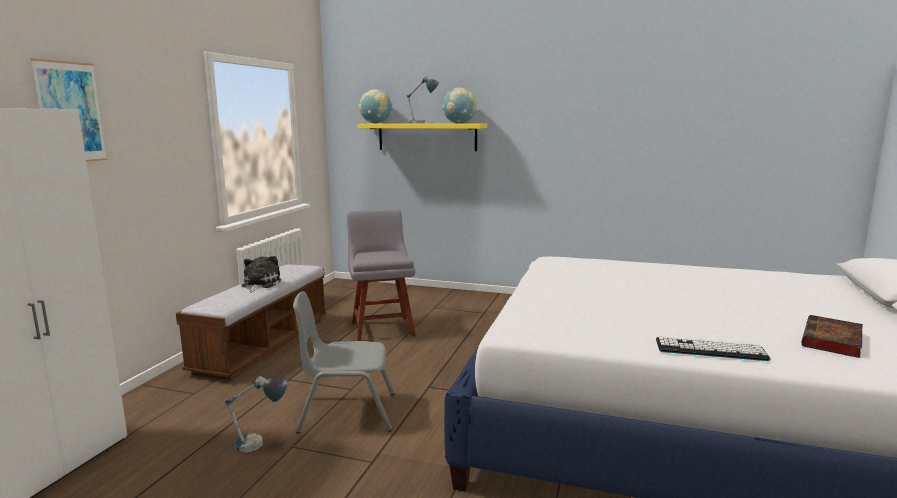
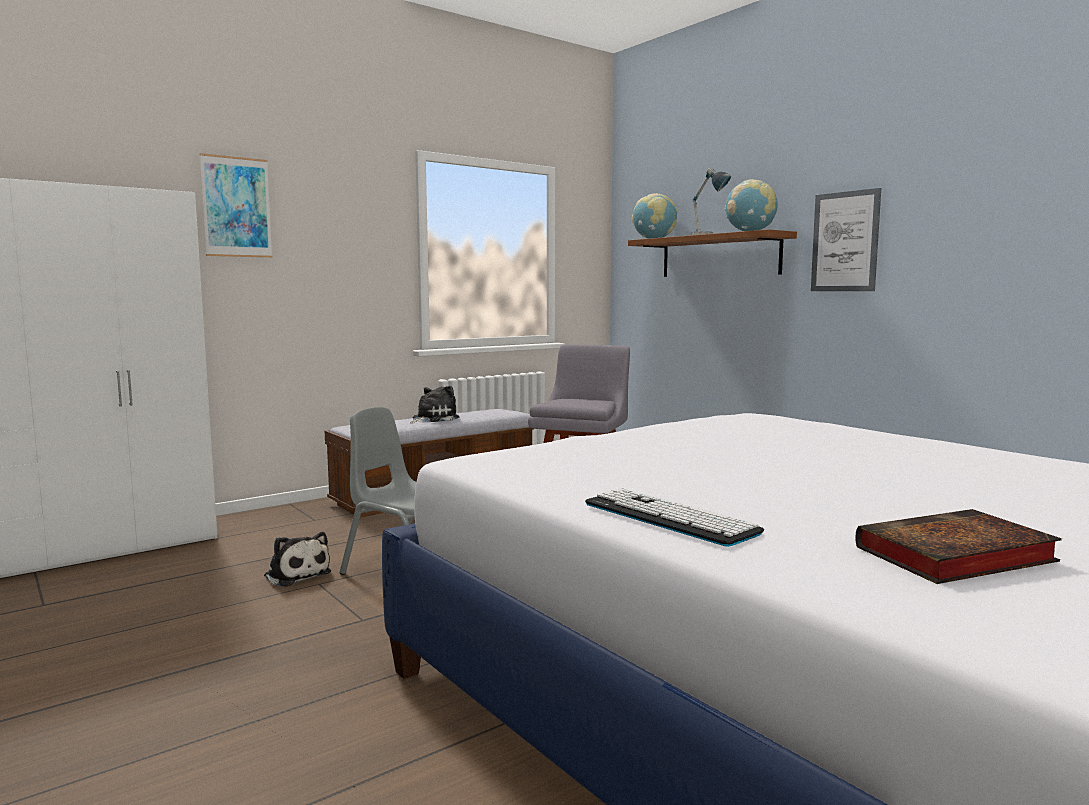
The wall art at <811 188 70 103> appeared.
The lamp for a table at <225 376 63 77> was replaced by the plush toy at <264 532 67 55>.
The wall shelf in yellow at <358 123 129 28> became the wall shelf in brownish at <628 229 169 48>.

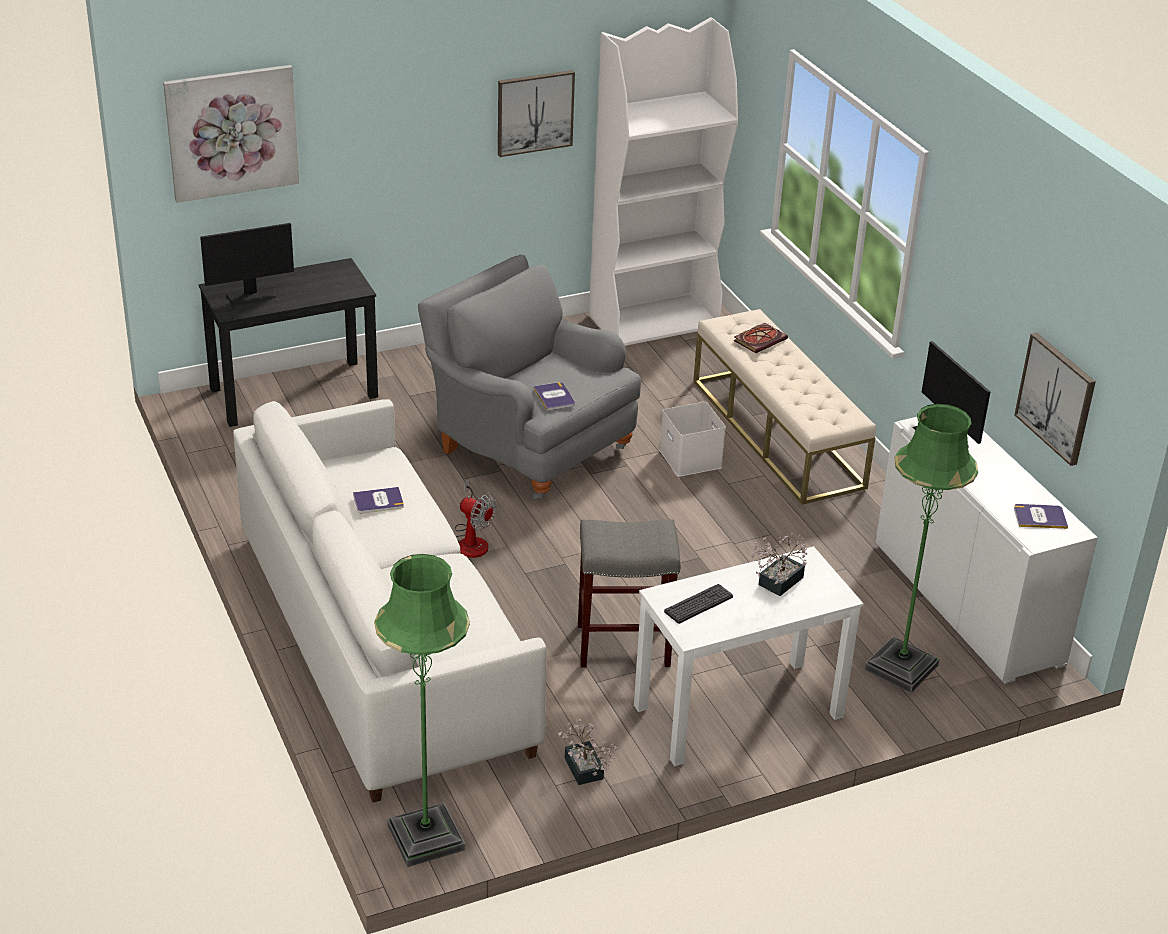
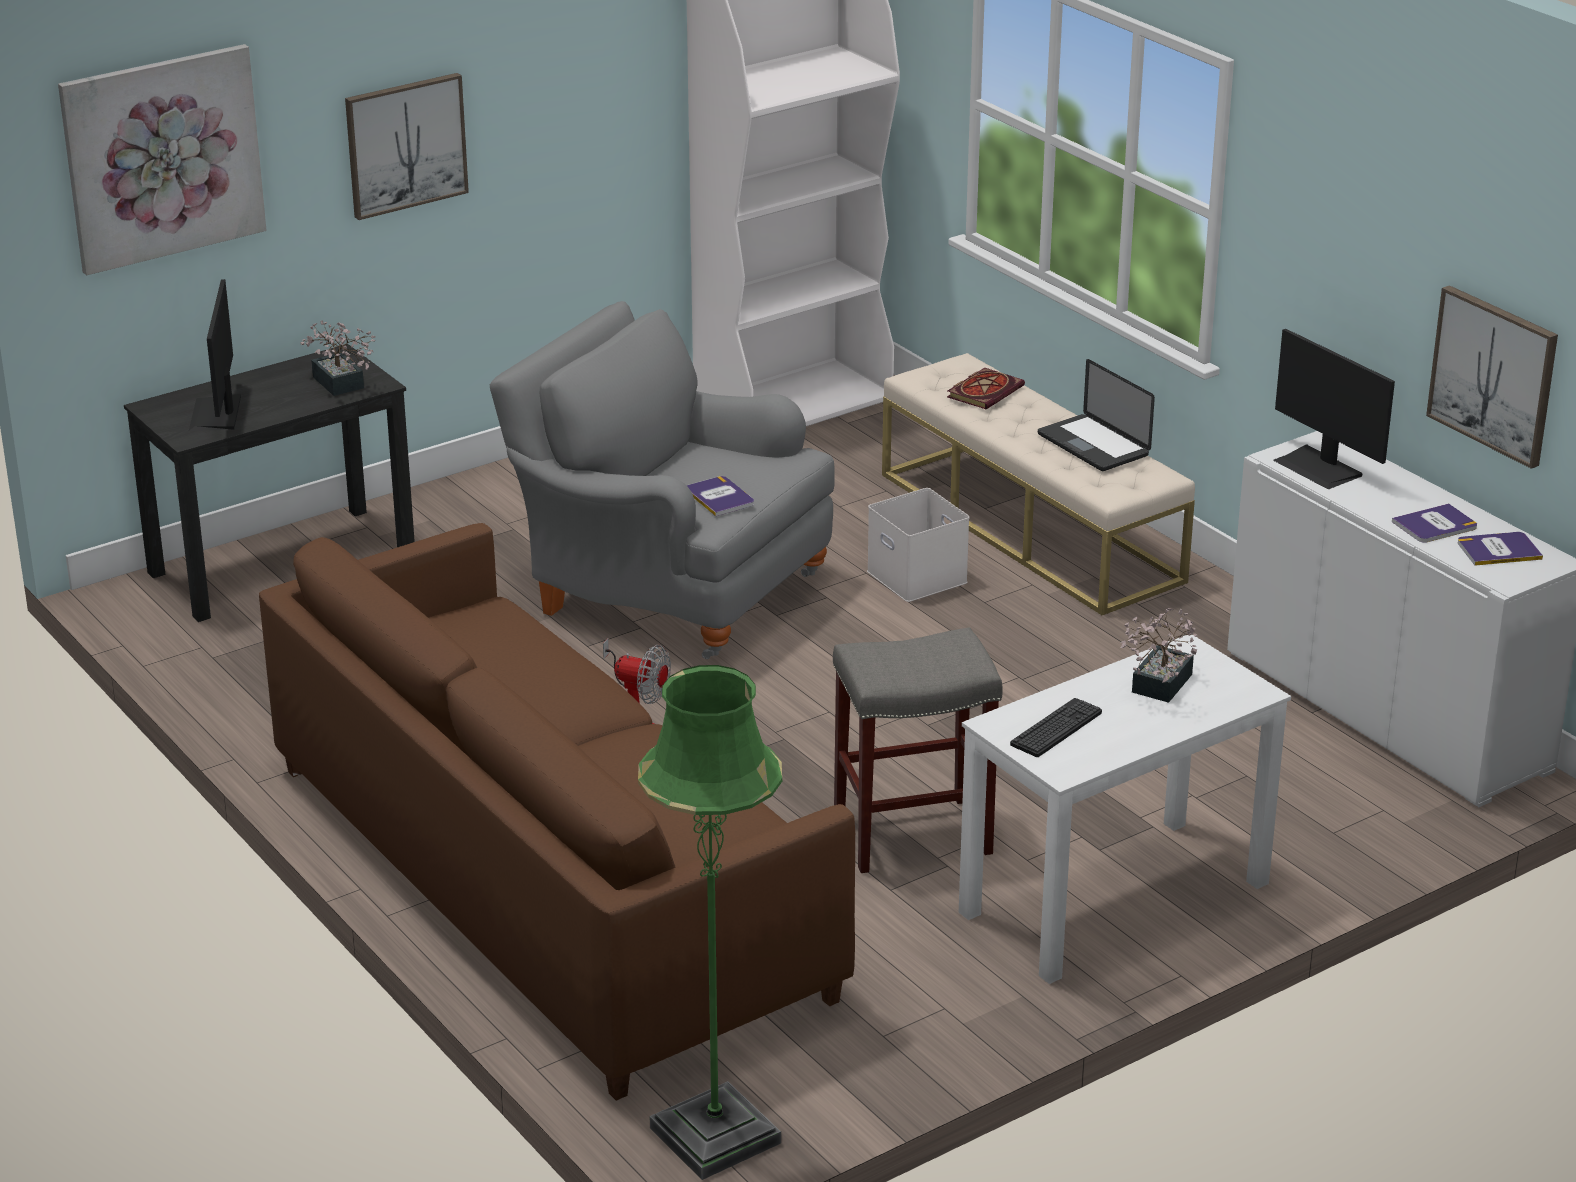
The floor lamp in green-coloured at <864 404 114 289> disappeared.
The notebook computer at <1038 359 117 112> appeared.
The book moved from <353 487 51 26> to <1392 504 85 39>.
The wall art moved from <498 70 77 87> to <345 73 124 147>.
The plant in a pot moved from <558 719 60 66> to <300 321 76 75>.
The sofa in whitish at <233 399 314 404> became the sofa in brownish at <259 523 596 578>.
The computer screen at <200 223 94 87> turned 120 degrees clockwise.

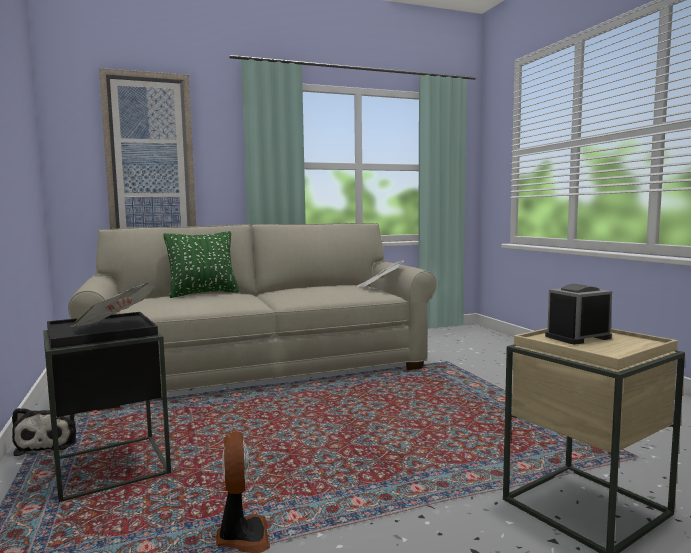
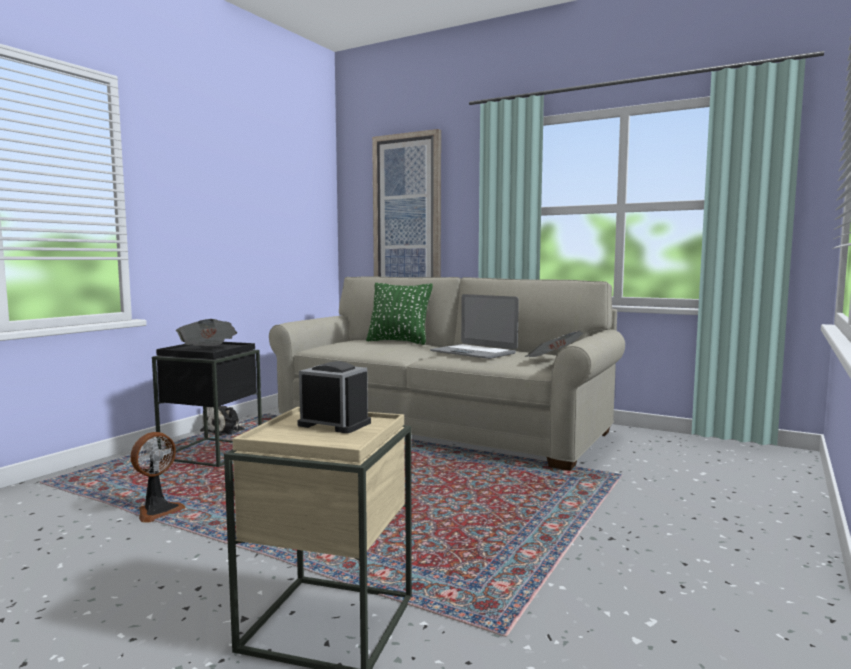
The notebook computer at <430 294 89 65> appeared.

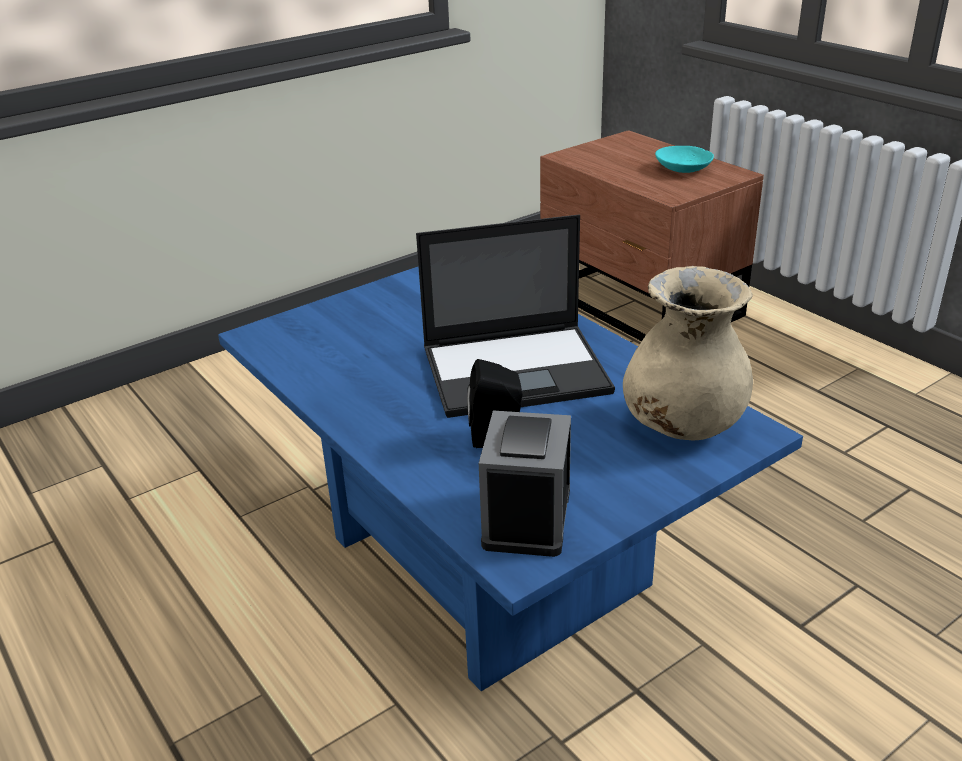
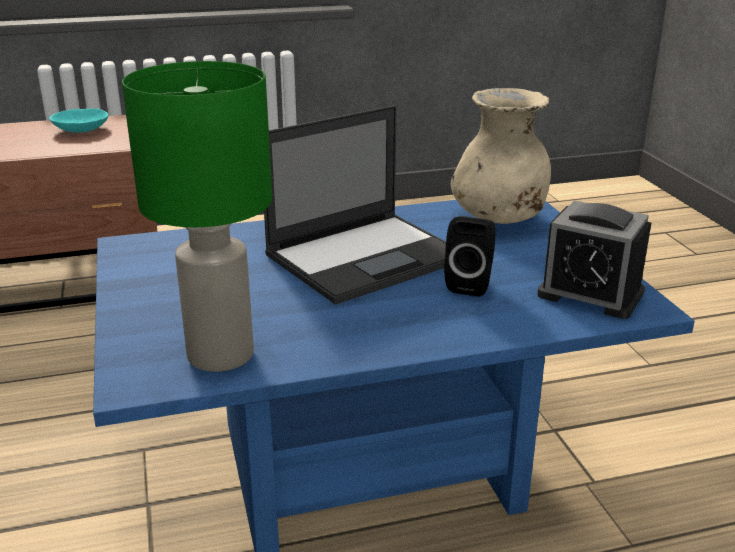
The lamp for a table in green-coloured at <122 61 150 311> appeared.
The notebook computer at <416 214 199 204> turned 45 degrees clockwise.

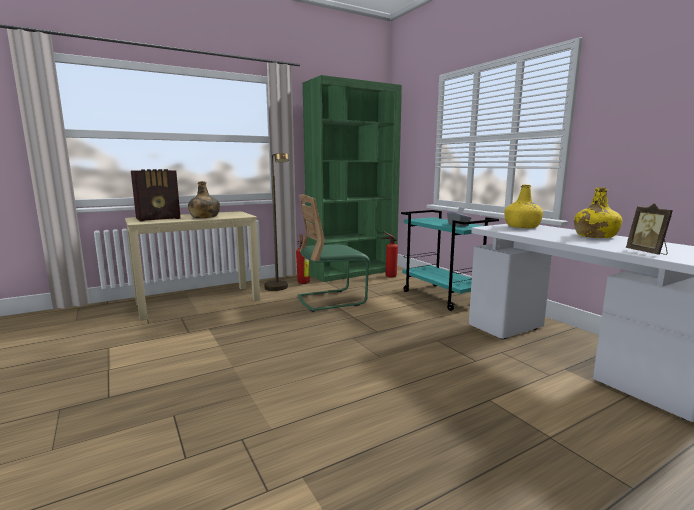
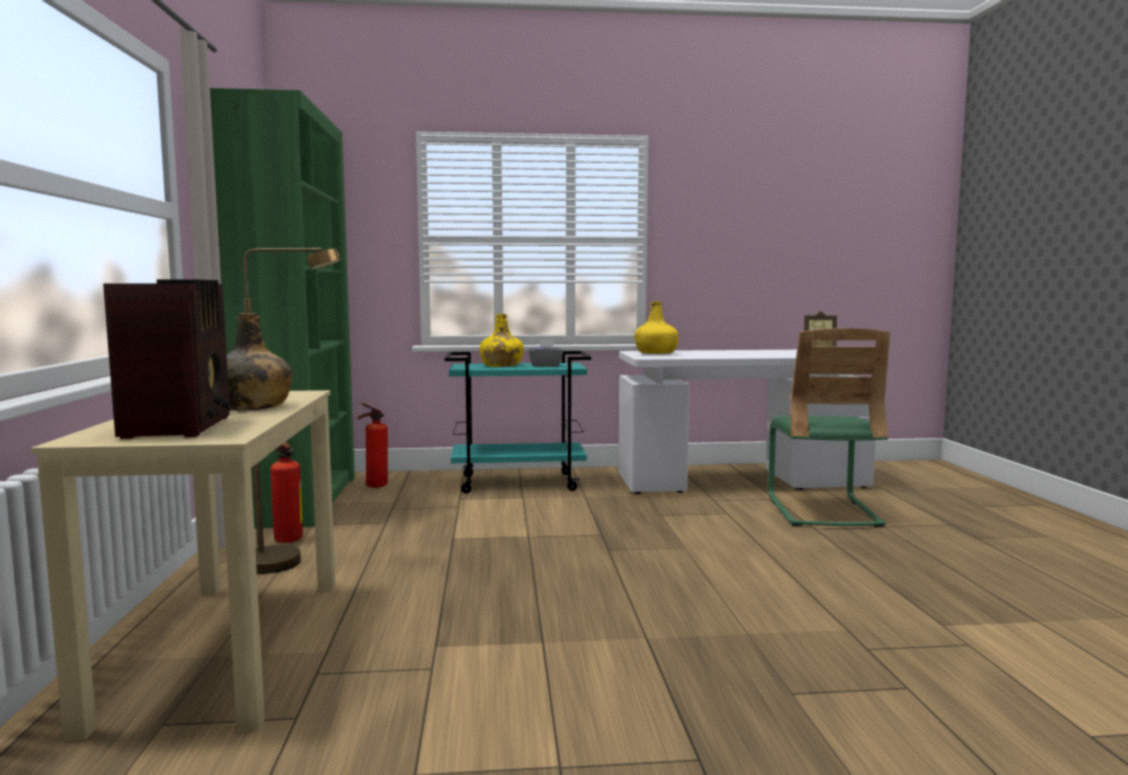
The chair in green-coloured moved from <298 195 72 117> to <768 328 122 199>.
The beverage bottle in yellow moved from <574 187 49 51> to <480 314 44 53>.

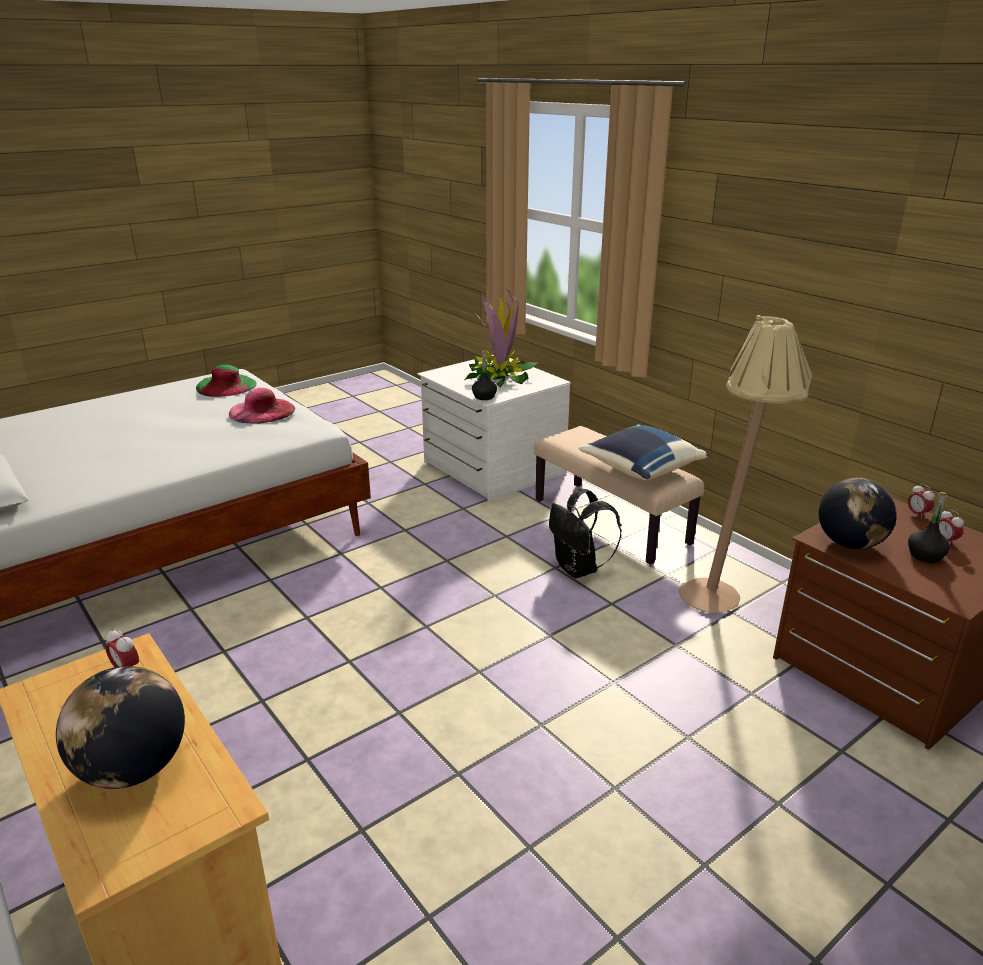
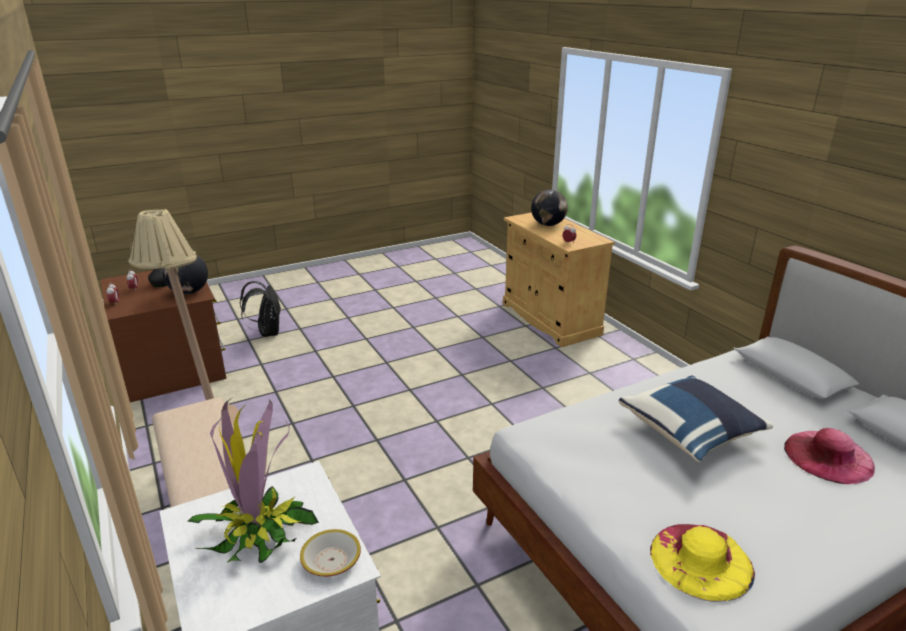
The beverage bottle in black-coloured at <472 350 25 50> disappeared.
The bowl at <300 529 61 48> appeared.
The clothing hat in pink-coloured moved from <229 388 66 36> to <784 428 91 56>.
The knapsack in black-coloured moved from <549 489 73 89> to <240 281 41 56>.
The cushion in blue-coloured moved from <579 424 129 57> to <619 375 154 87>.
The clothing hat in green-coloured at <196 365 61 32> became the clothing hat in yellow at <650 524 105 78>.

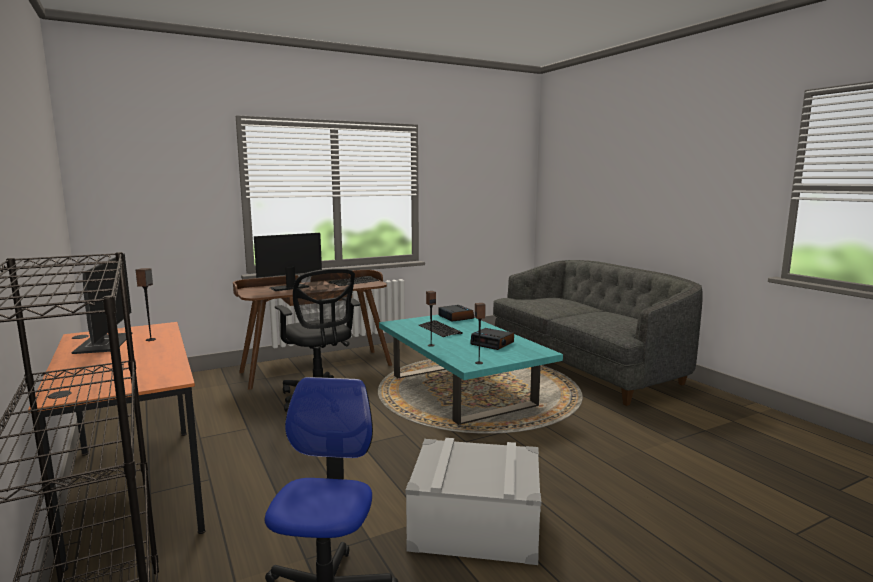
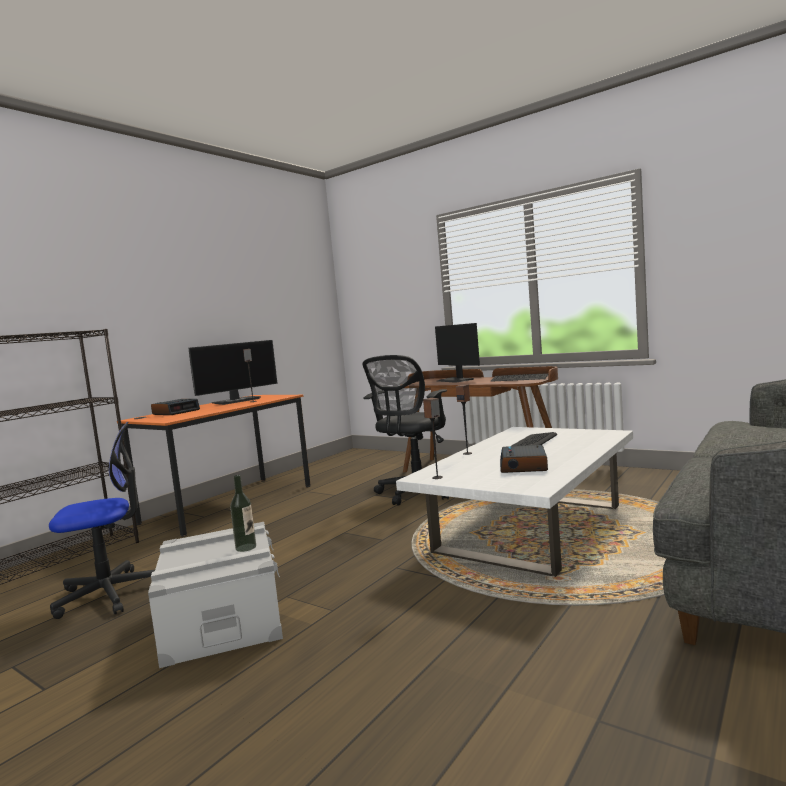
The beverage bottle at <230 475 26 77> appeared.
The table clock moved from <438 305 37 17> to <151 399 49 16>.
The low table in turquoise at <379 315 184 110> became the low table in whitish at <396 427 237 150>.
The computer screen at <254 233 68 58> turned 150 degrees counterclockwise.

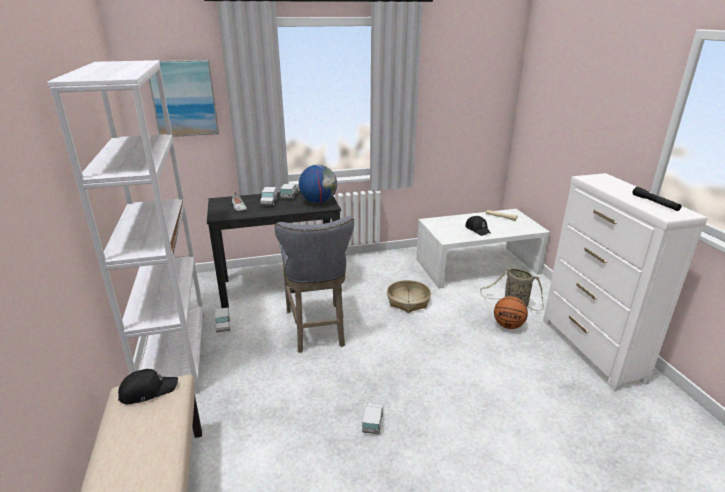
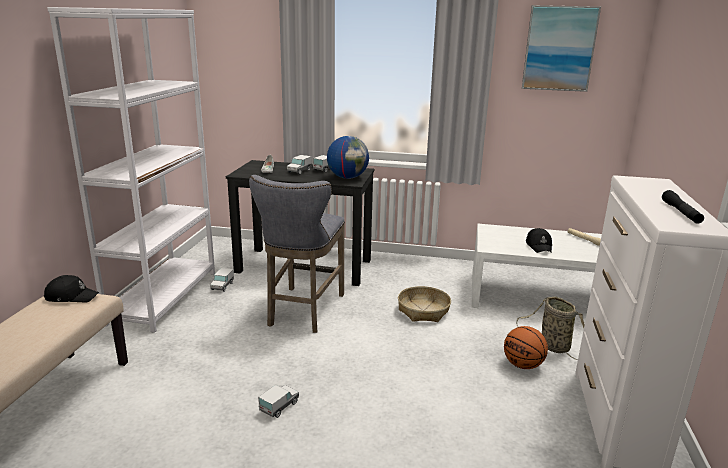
The wall art moved from <149 60 70 77> to <522 5 79 87>.

